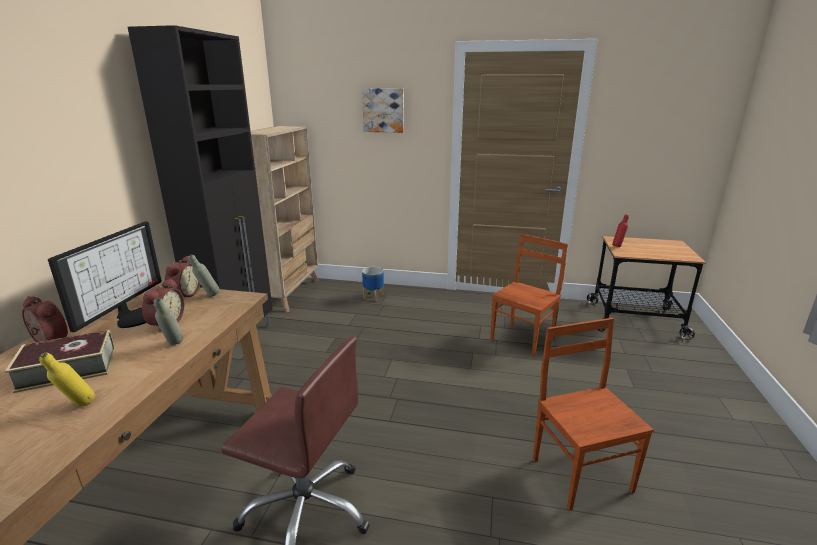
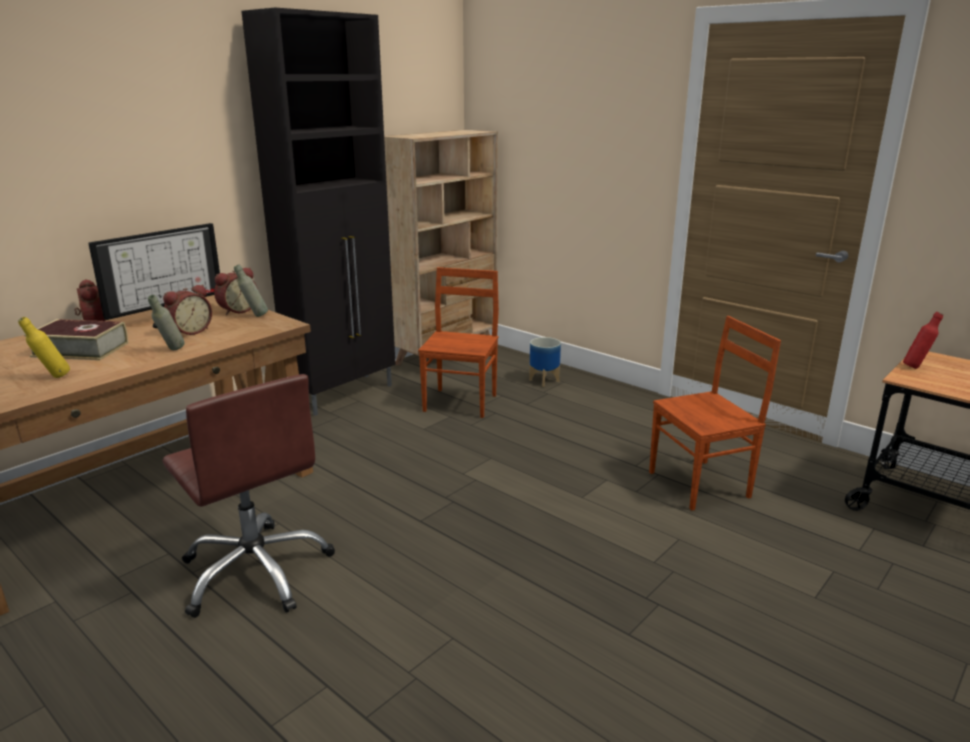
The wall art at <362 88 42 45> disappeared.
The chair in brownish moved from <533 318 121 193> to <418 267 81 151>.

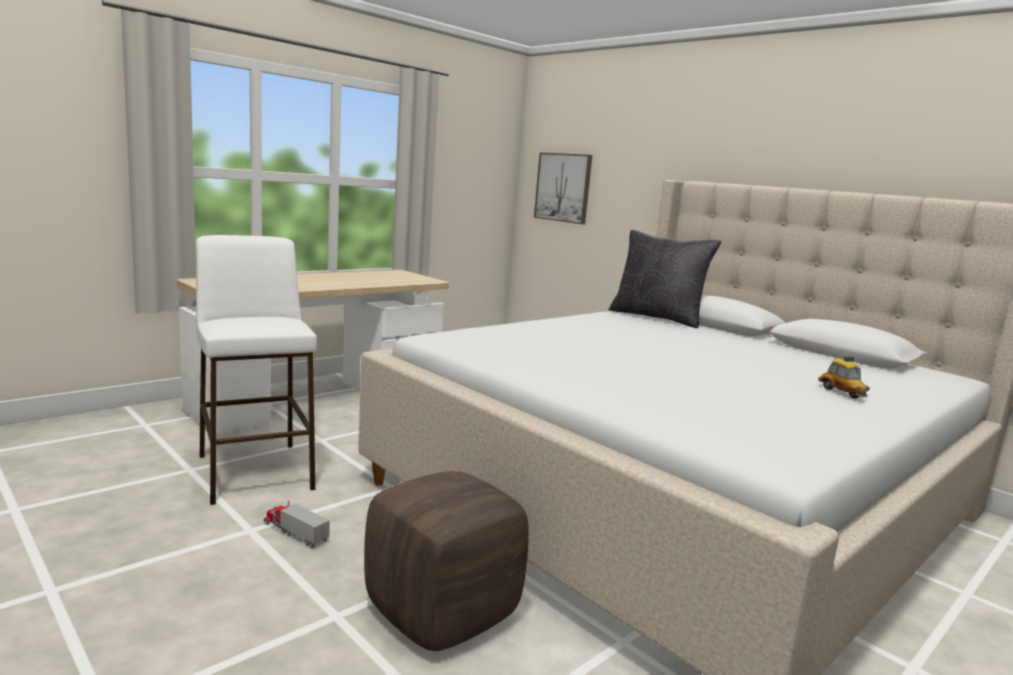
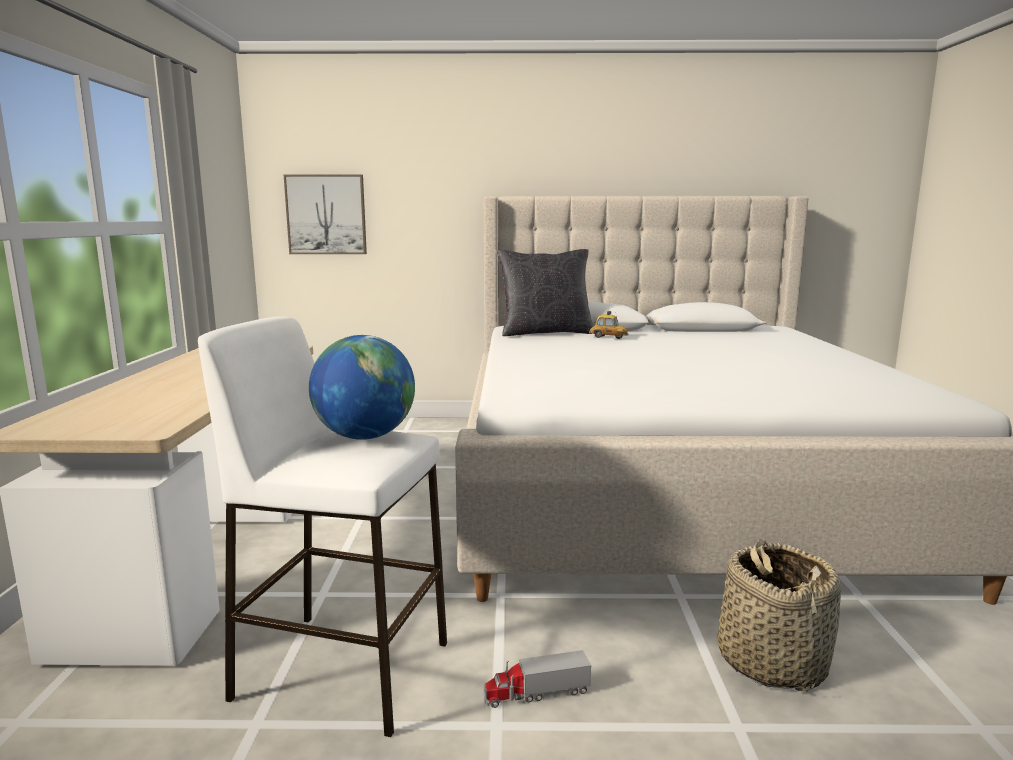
The globe at <309 335 106 105> appeared.
The miniature car moved from <818 356 52 42> to <589 311 40 28>.
The ottoman in brownish at <364 471 165 180> was replaced by the storage basket at <718 539 123 153>.

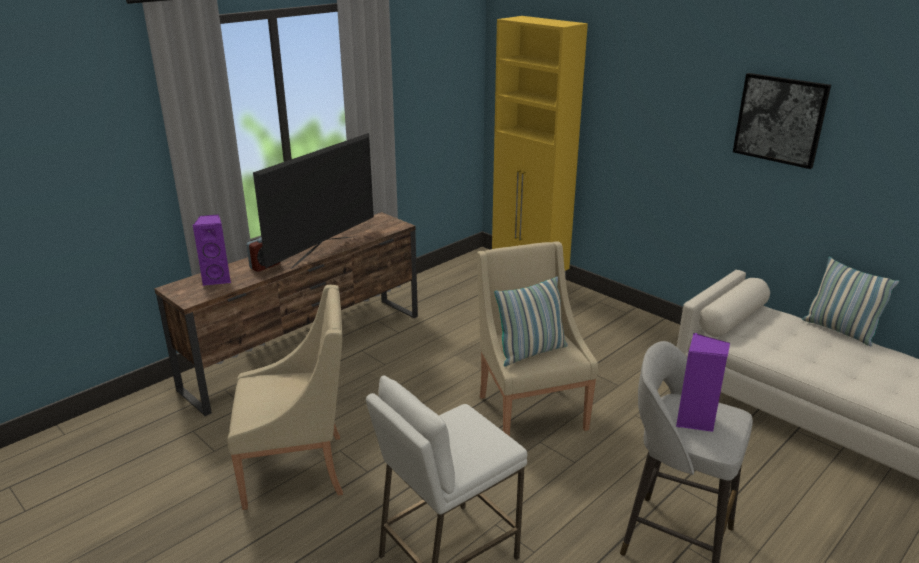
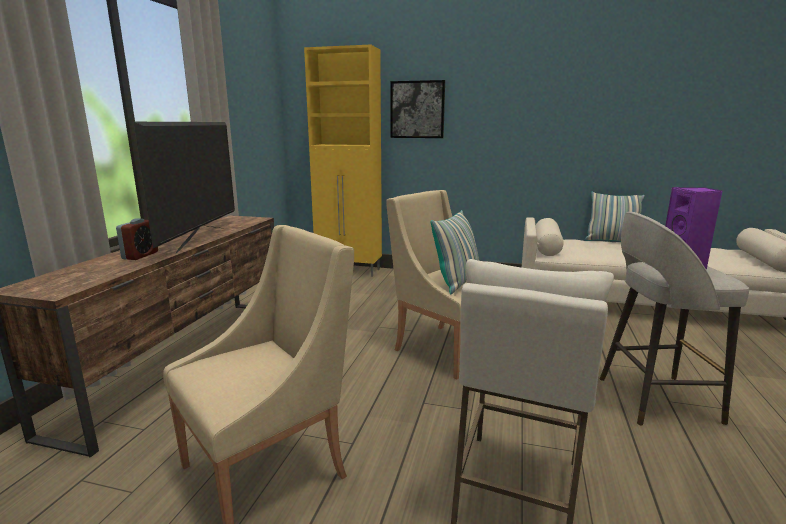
The audio speaker in purple-coloured at <193 214 38 72> disappeared.
The wall art moved from <733 73 98 96> to <390 80 55 58>.

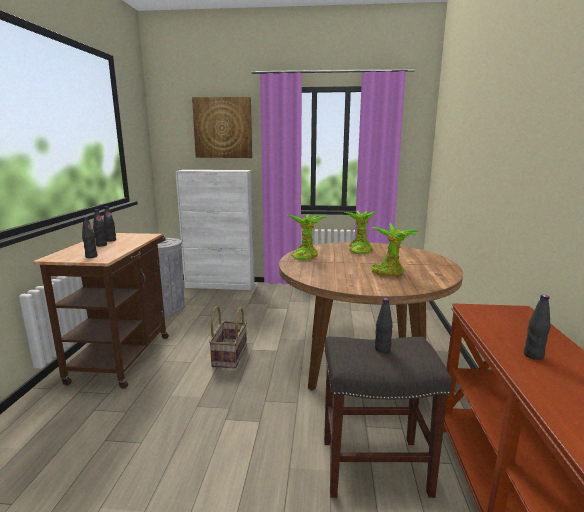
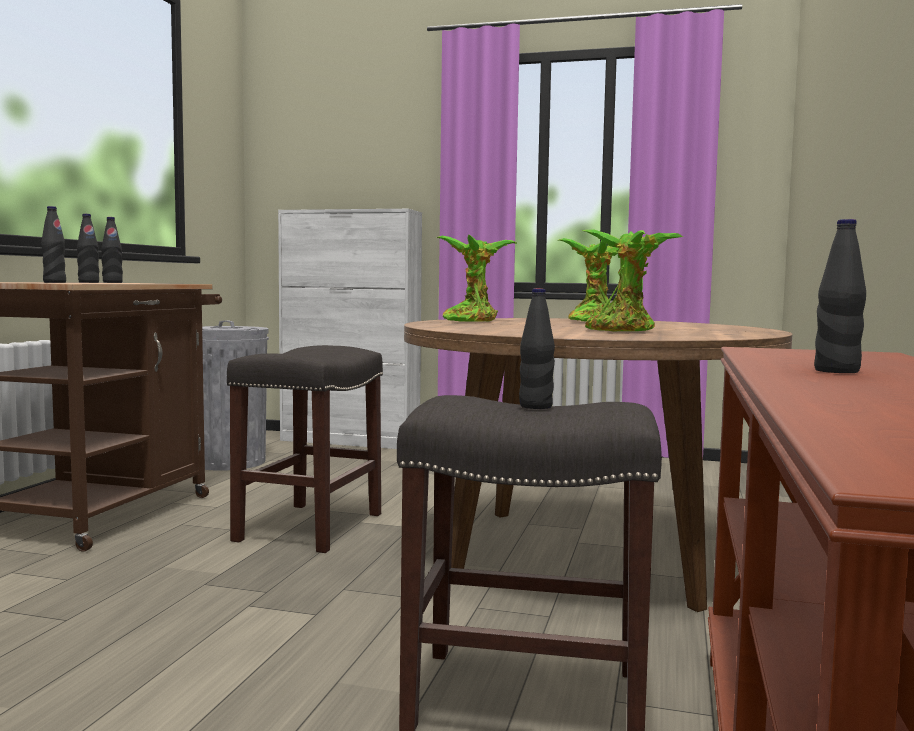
The wall art at <192 97 60 61> disappeared.
The storage basket at <209 306 38 62> was replaced by the sitting stool in greyish at <227 345 156 208>.

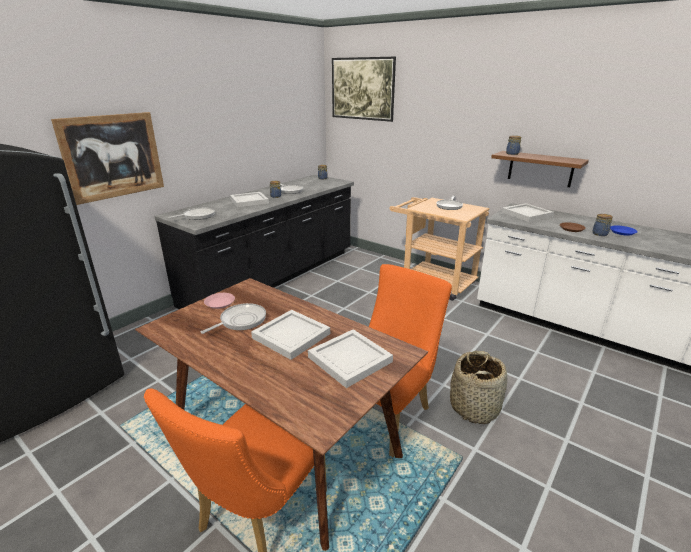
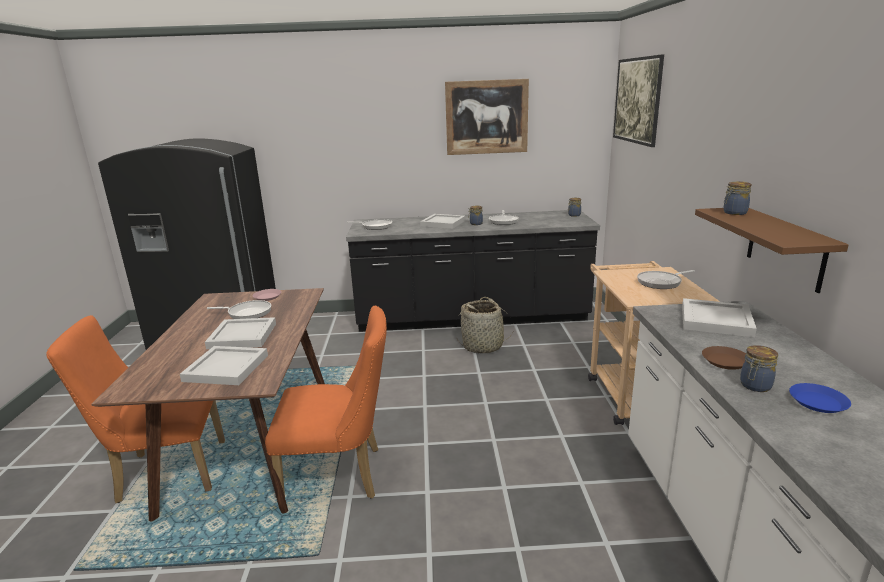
The wall art moved from <51 112 113 93> to <445 79 84 76>.
The storage basket moved from <450 351 57 73> to <456 297 58 56>.

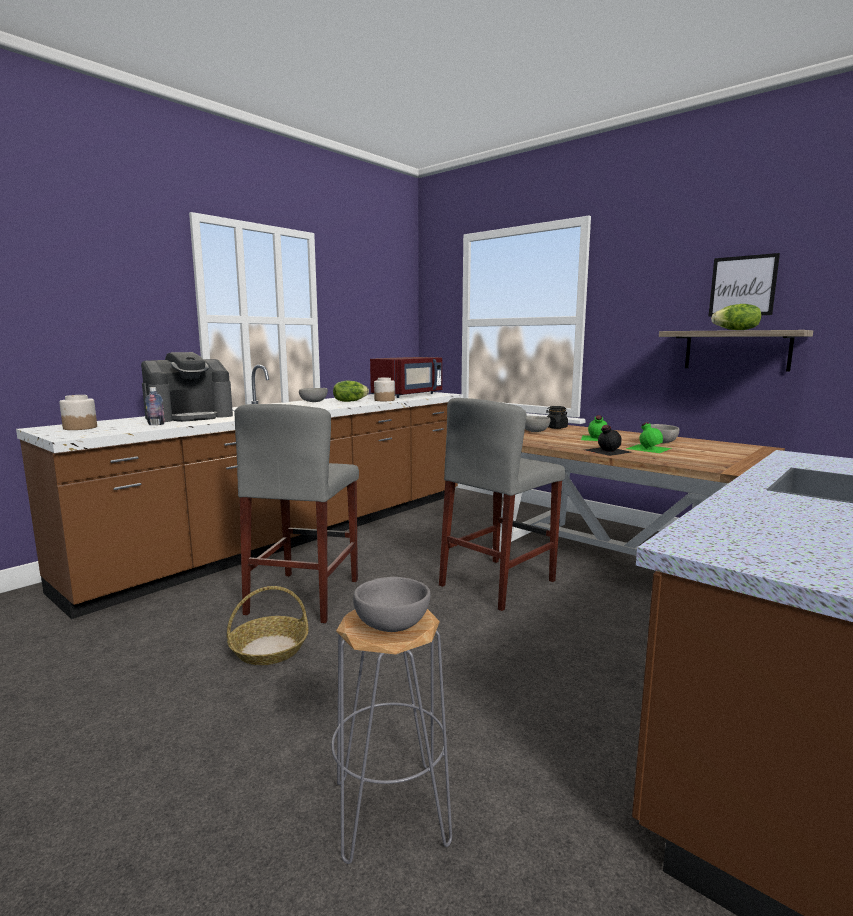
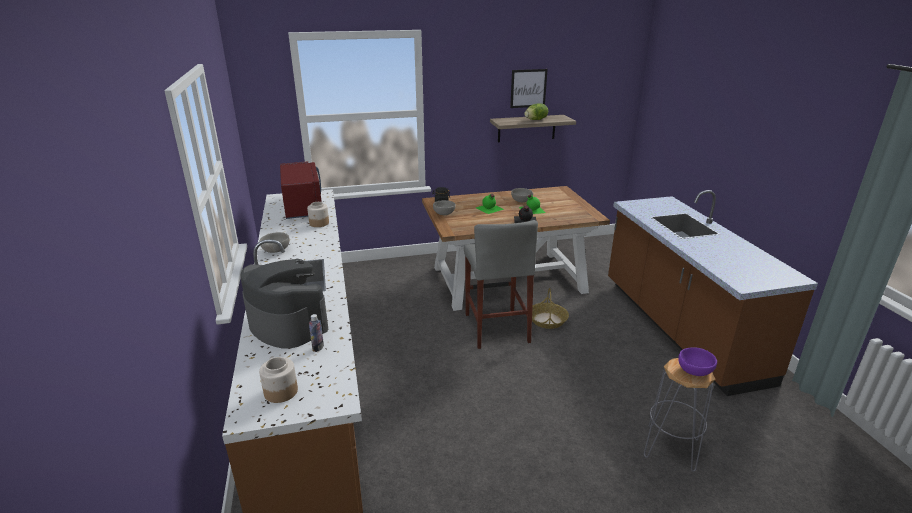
The sitting stool in greyish at <234 404 125 219> disappeared.
The lettuce head at <333 380 36 22> disappeared.
The storage basket moved from <227 586 81 79> to <532 288 37 41>.
The bowl in greyish at <353 577 78 55> became the bowl in purple-coloured at <678 347 39 29>.
The coffee brewer at <141 352 92 70> turned 45 degrees counterclockwise.

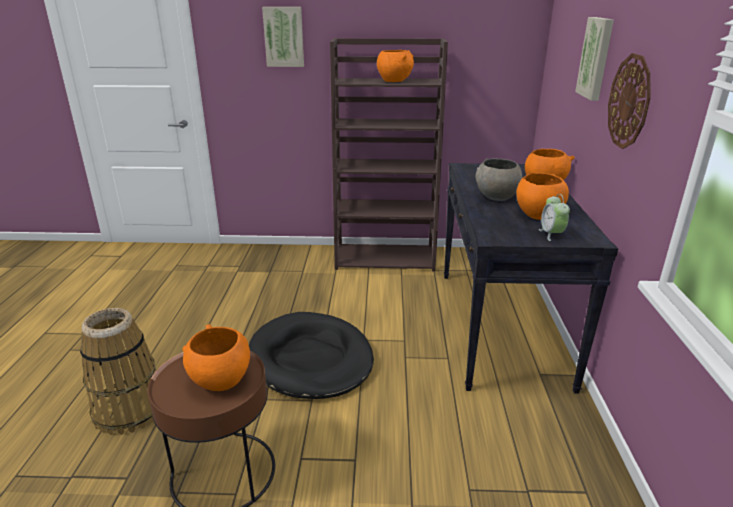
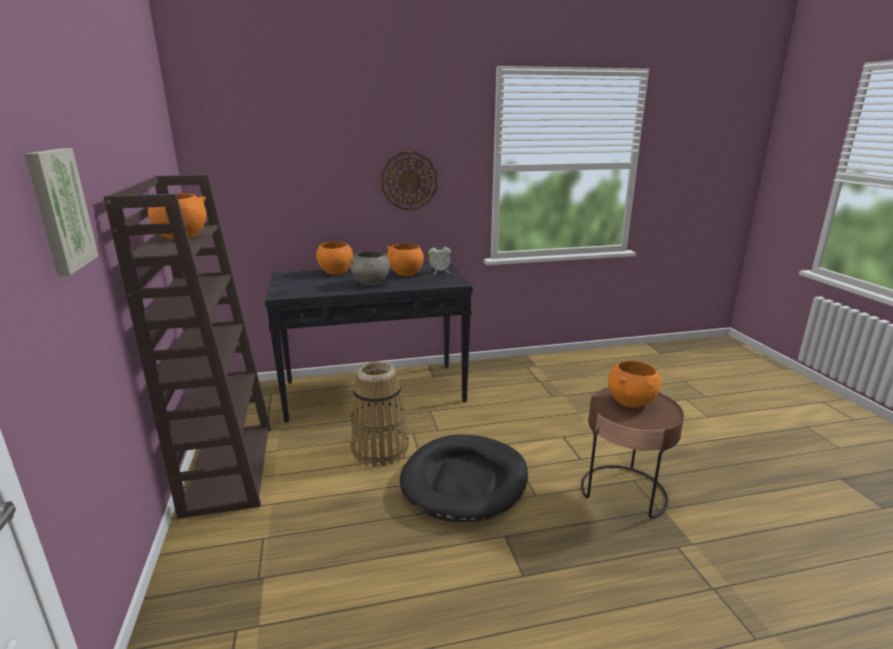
The wall art at <575 17 39 84> disappeared.
The storage basket moved from <80 308 76 127> to <351 361 58 106>.

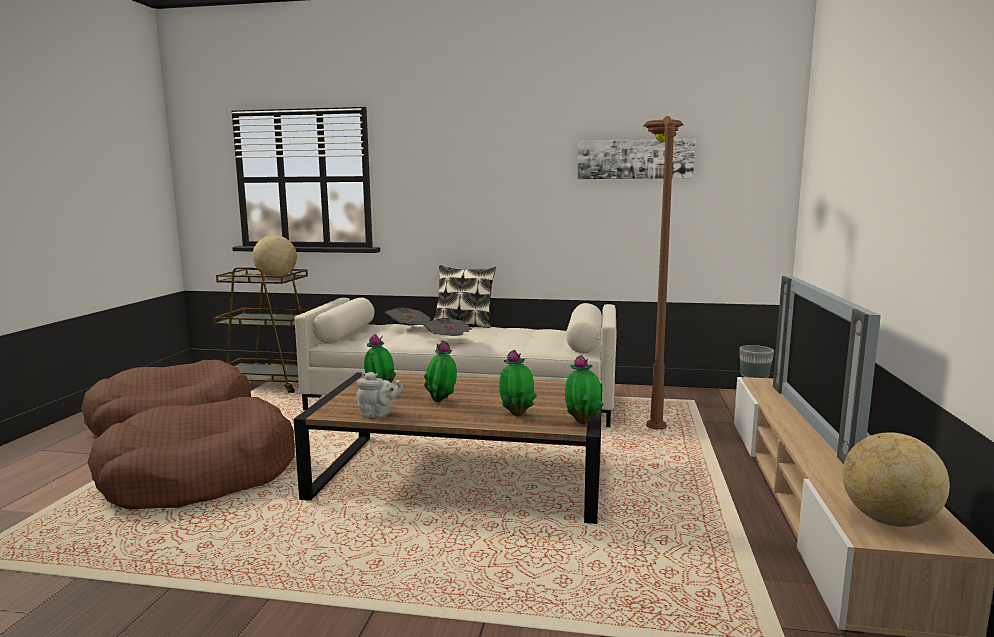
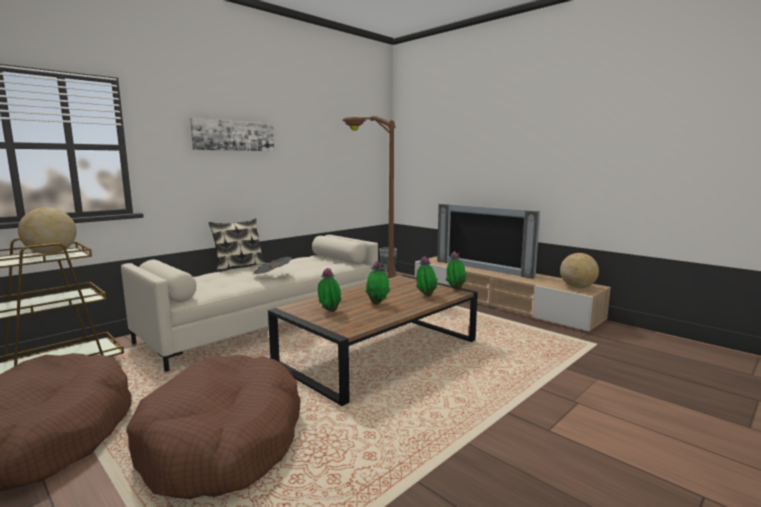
The pot for tea in greyish at <356 372 47 45> disappeared.
The printed paper at <385 308 46 17> disappeared.
The wall art moved from <577 139 118 40> to <190 118 84 33>.

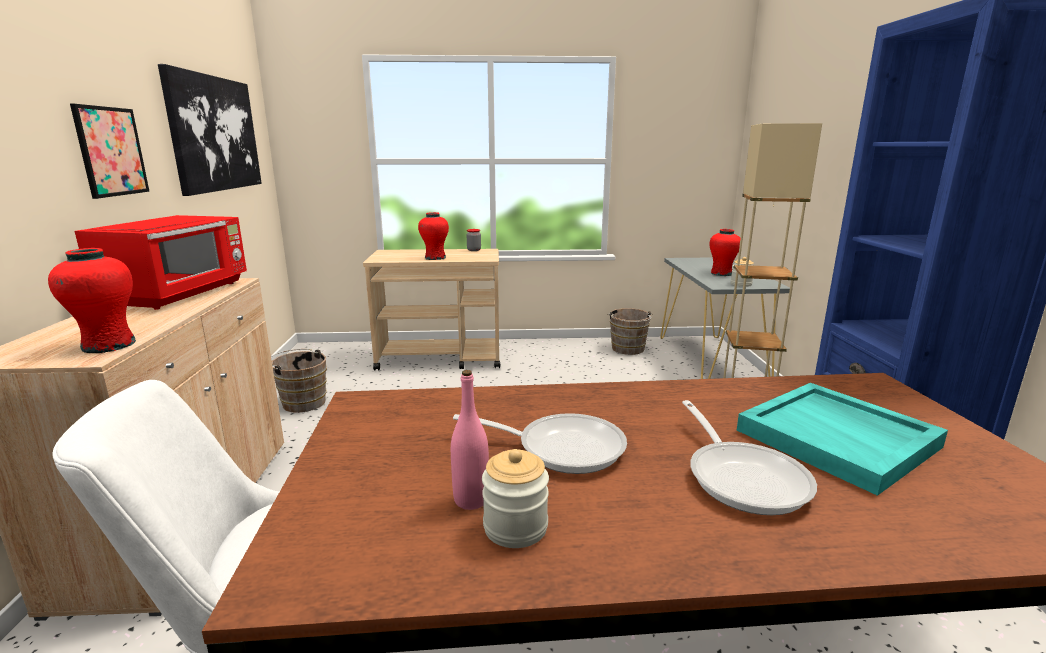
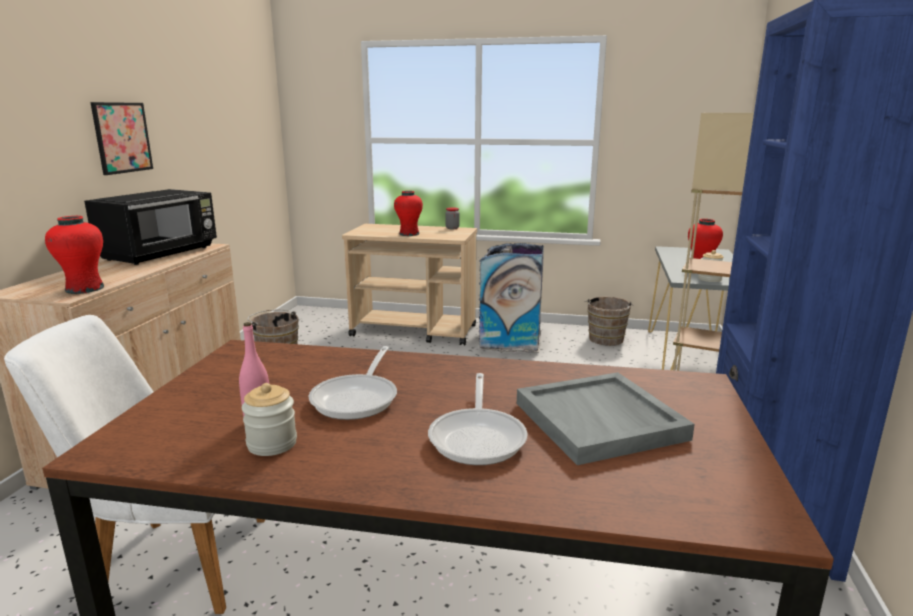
The wall art at <158 64 104 132> disappeared.
The rubbish bin at <479 243 65 110> appeared.
The kitchen microwave in reddish at <75 215 172 95> became the kitchen microwave in black-coloured at <84 189 133 76>.
The carrying tray in turquoise at <737 383 211 113> became the carrying tray in greyish at <517 372 178 93>.
The pan at <453 413 174 61> turned 75 degrees clockwise.

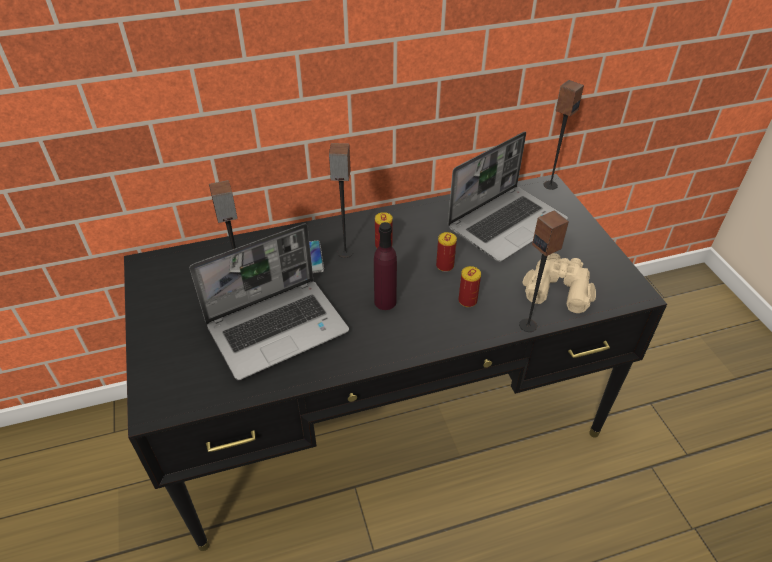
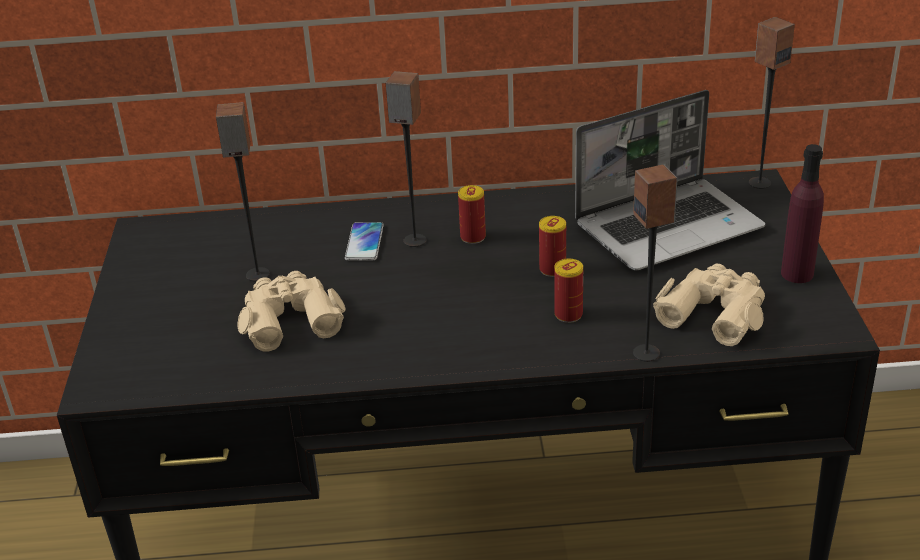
The beverage bottle in purple-coloured moved from <374 222 23 88> to <781 144 43 139>.
The notebook computer at <190 223 159 157> was replaced by the binoculars in sand-coloured at <237 271 109 80>.

